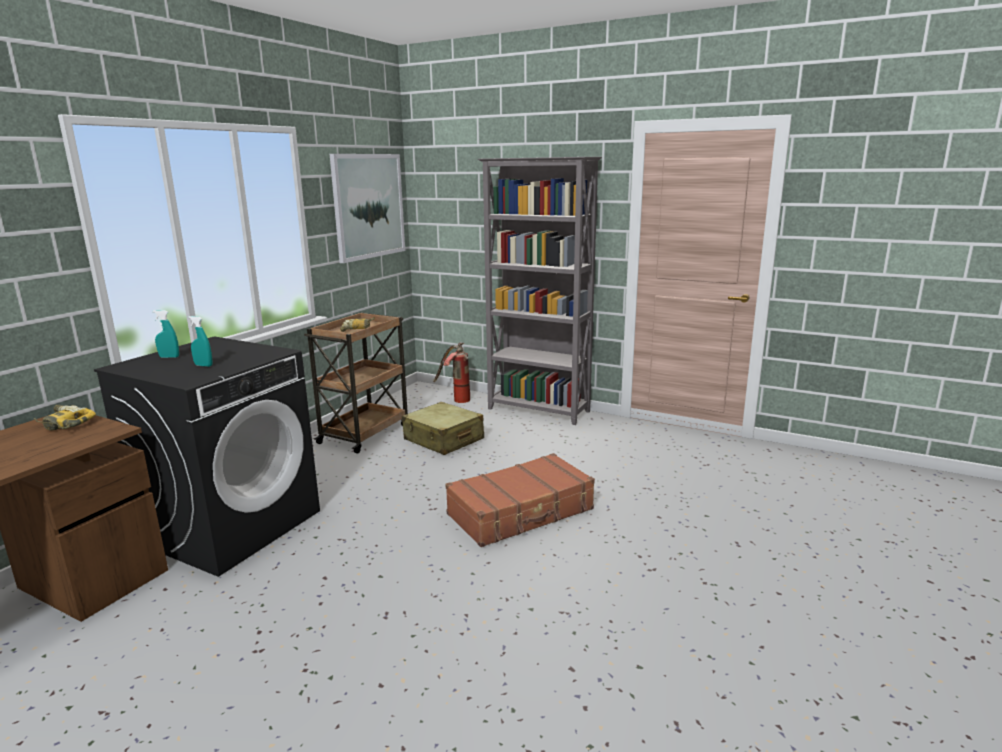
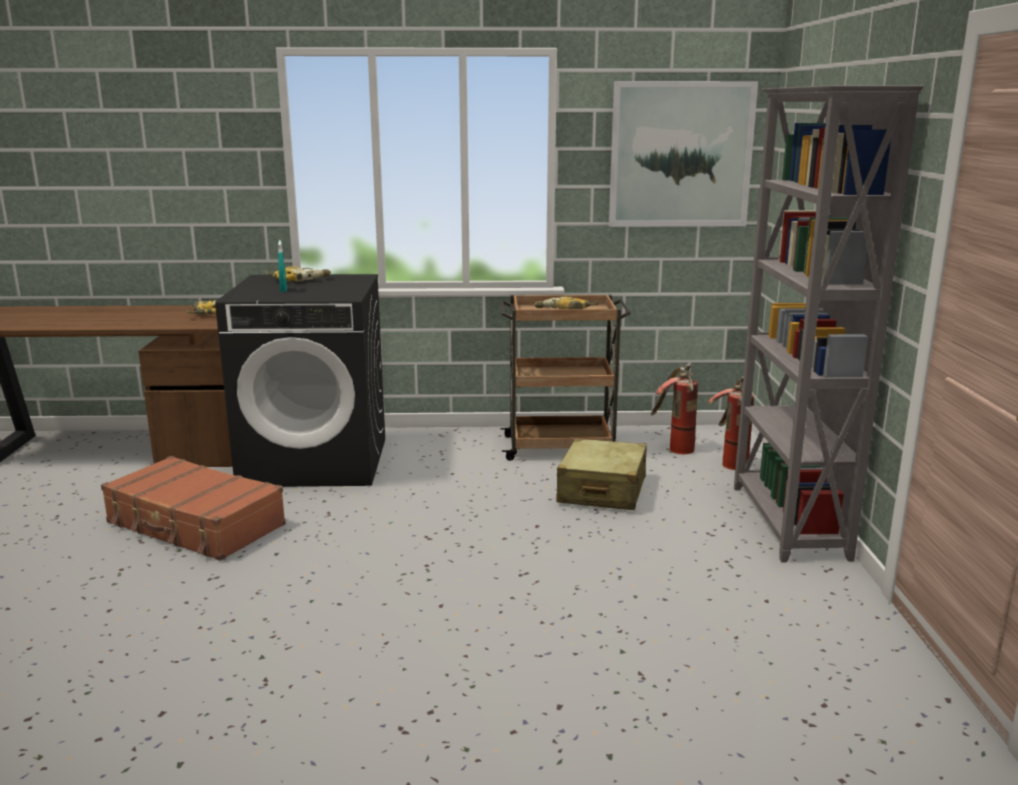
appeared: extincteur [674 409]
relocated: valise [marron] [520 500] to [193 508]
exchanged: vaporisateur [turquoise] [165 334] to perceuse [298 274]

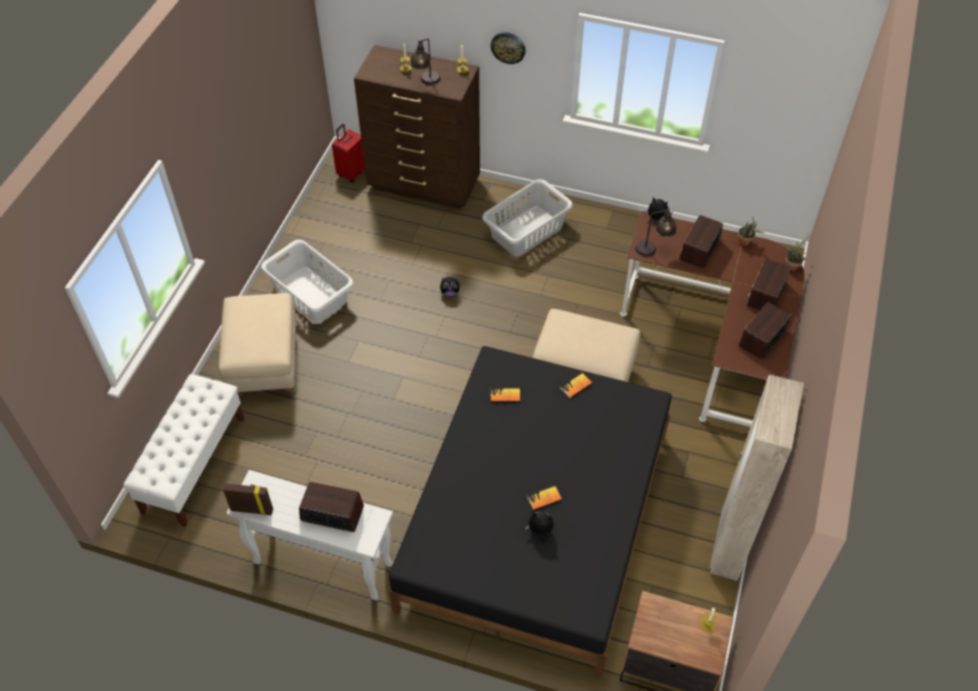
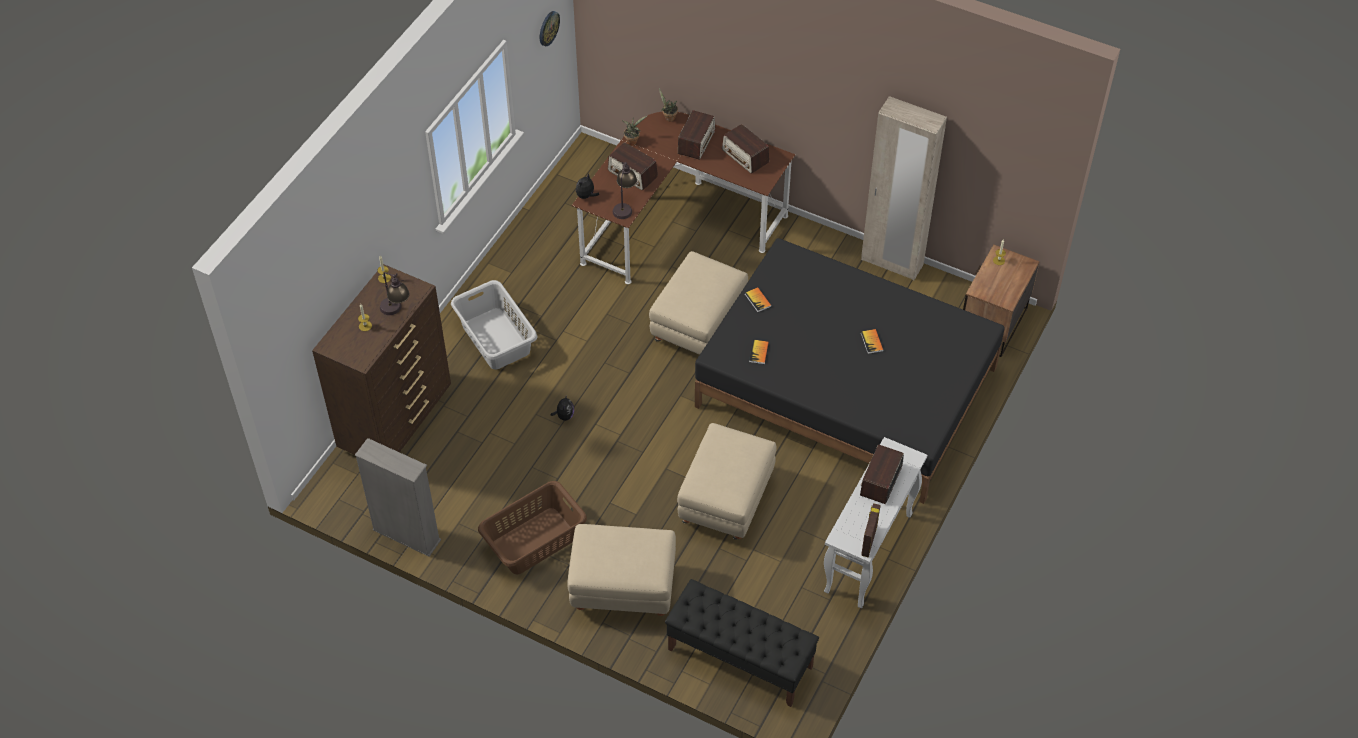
missing: valise [rouge] [348 153]; peluche [539 526]
appeared: bibliothèque [gris] [398 497]; pouf [beige] [727 481]
relocated: horloge murale [508 48] to [550 28]
colour: banc [blanc] [184 450] to banc [noir] [742 643]; panier à linge [blanc] [307 281] to panier à linge [marron] [532 528]
spun: radio [769 284] = [696 135] 105 degrees counterclockwise

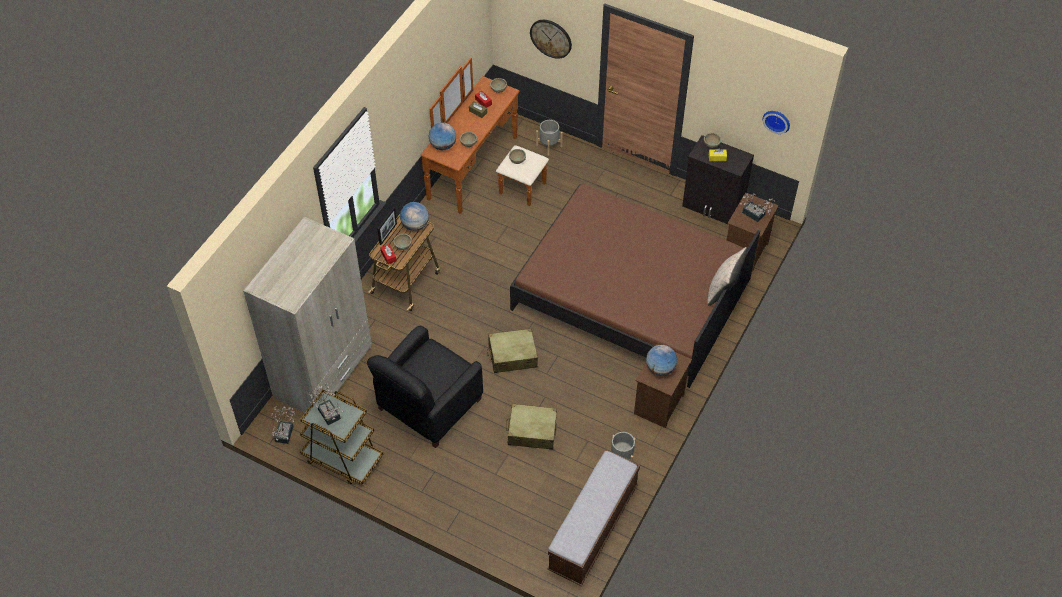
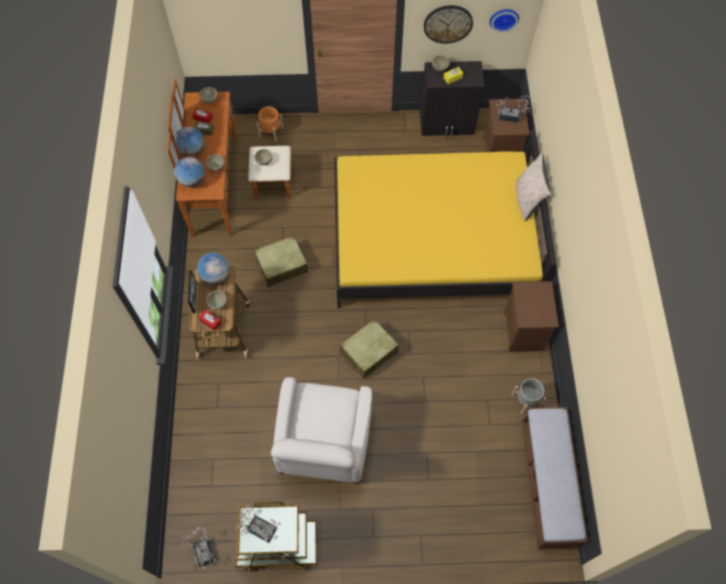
missing: armoire [beige] [307 315]
relocated: valise [beige] [531 427] to [281 261]; horloge murale [551 39] to [448 24]; globe [661 360] to [190 142]
colour: fauteuil [noir] [425 387] to fauteuil [blanc] [321 430]; lit [marron] [635 286] to lit [jaune] [444 219]; cache-pot [gris] [549 138] to cache-pot [orange] [269 124]

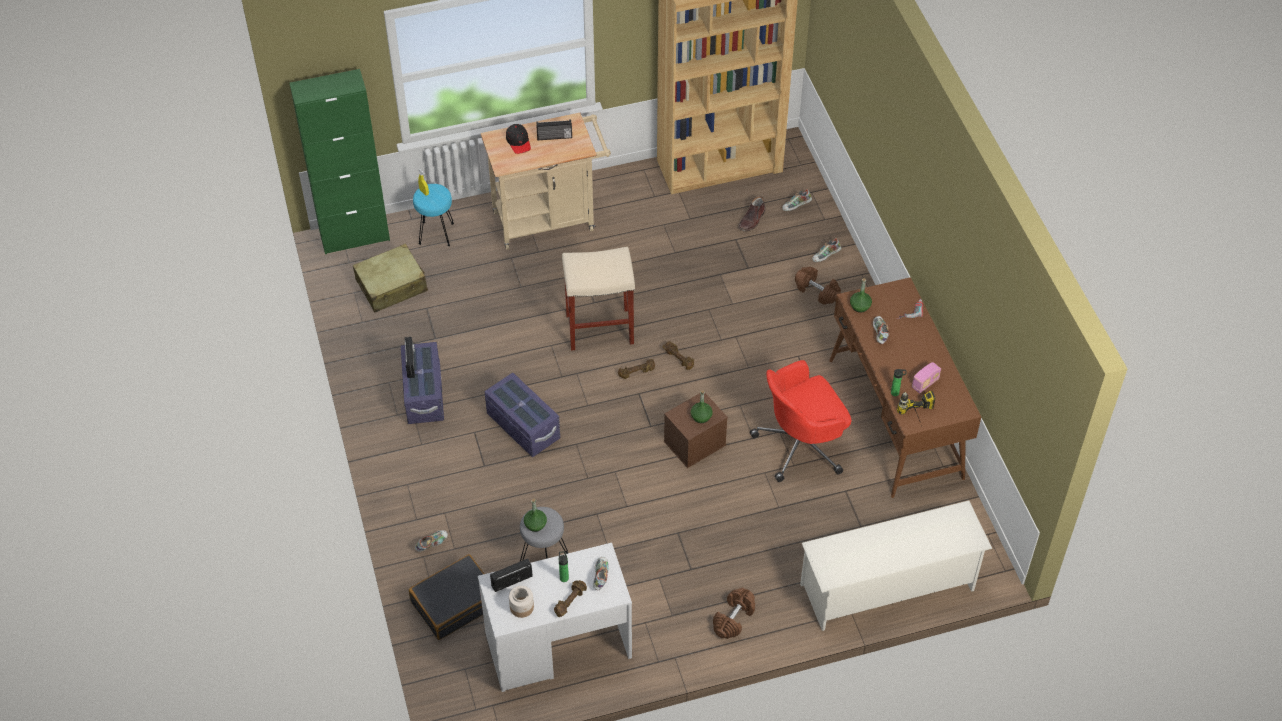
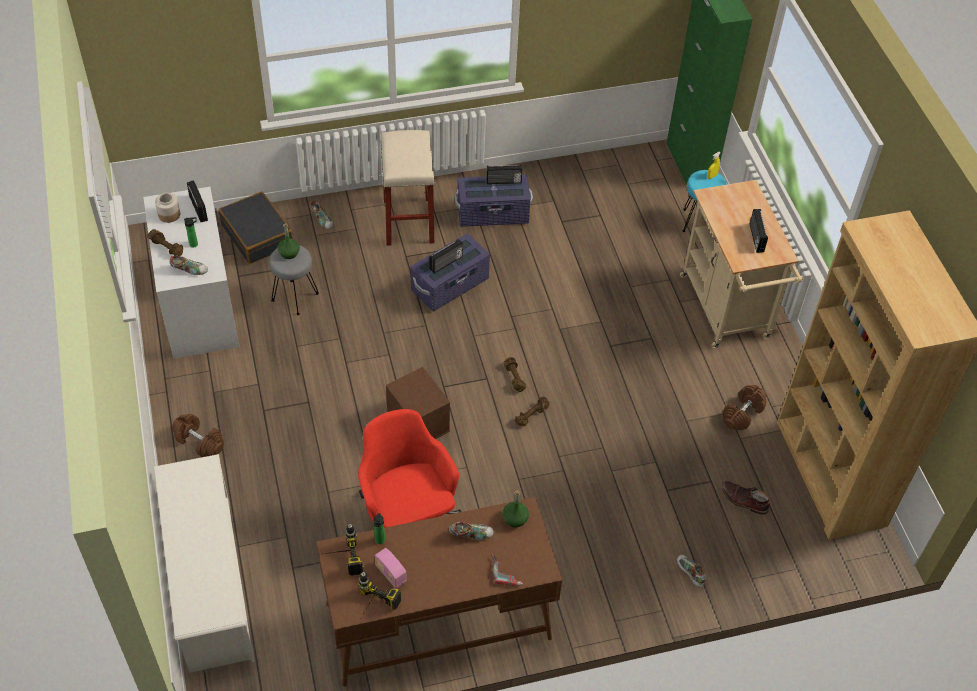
missing: valise [beige] [390 277]; casquette [noir] [518 139]; bouteille [vert] [702 406]; chaussure [797 200]
appeared: perceuse [379 596]; radio [446 256]
relocated: tabouret [beige] [598 299] to [408 188]; haltère [marron] [818 286] to [744 407]

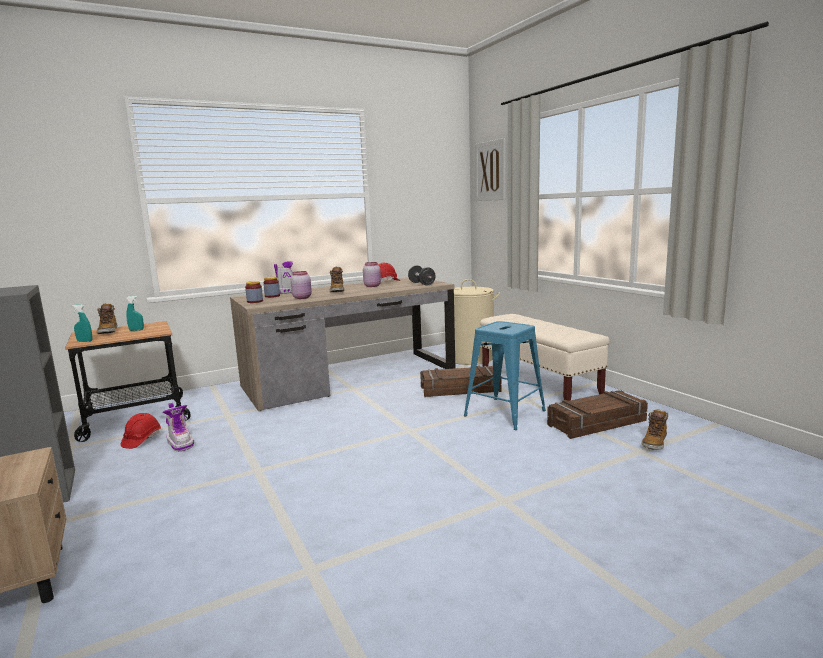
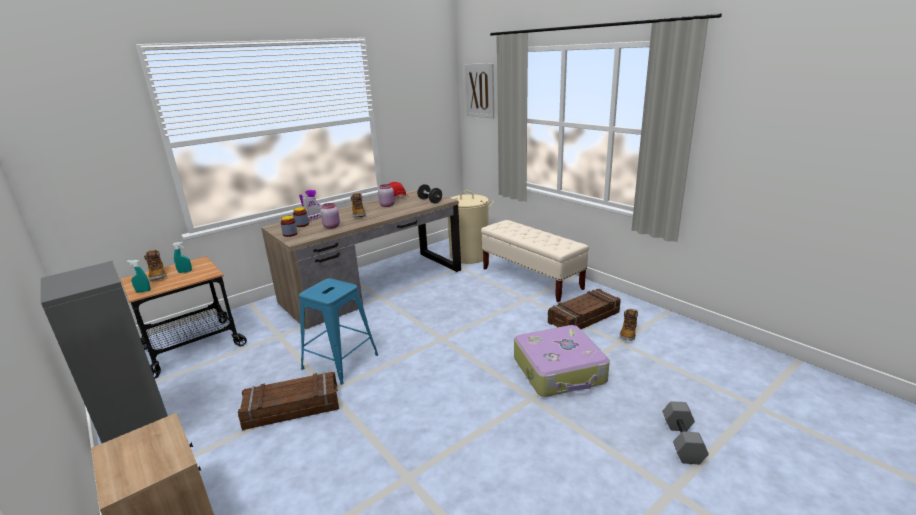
missing: casque de chantier [rouge] [140 431]; botte [178 427]
appeared: valise [562 361]; haltère [gris] [685 432]
relocated: caisse [461 381] to [288 401]; tabouret [bleu] [505 375] to [338 331]

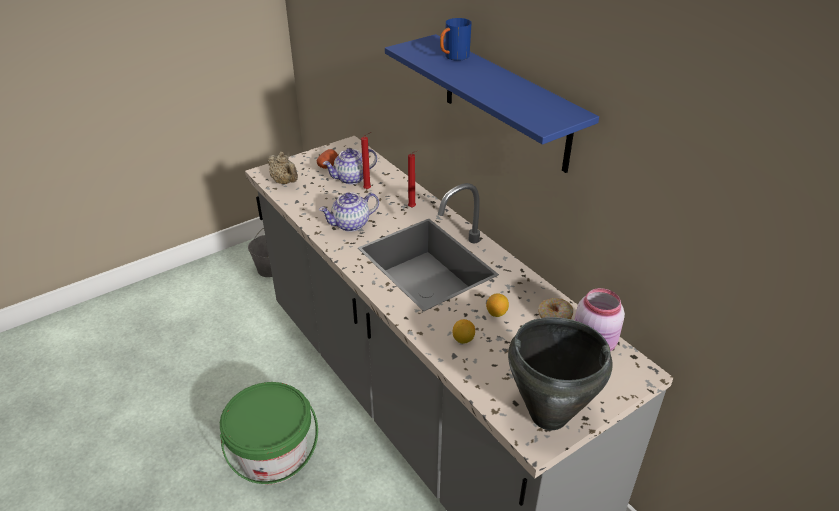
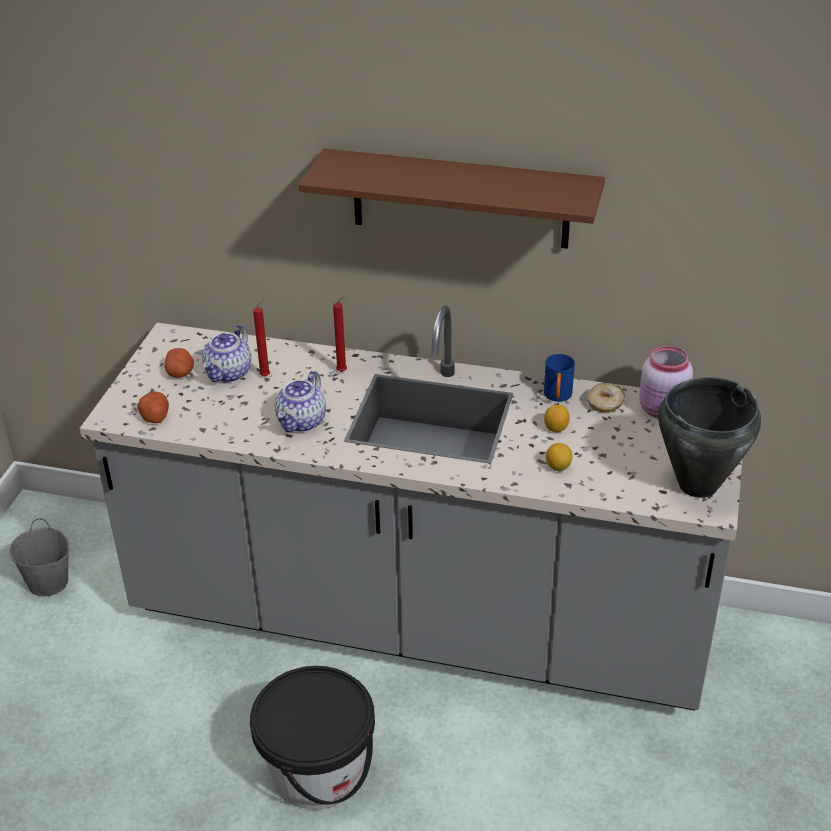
relocated: mug [bleu] [456 39] to [559 378]
exchanged: théière [beige] [282 168] to pomme de terre [153 407]
colour: seau [vert] [269 433] to seau [noir] [312 738]; étagère [bleu] [492 103] to étagère [marron] [452 199]

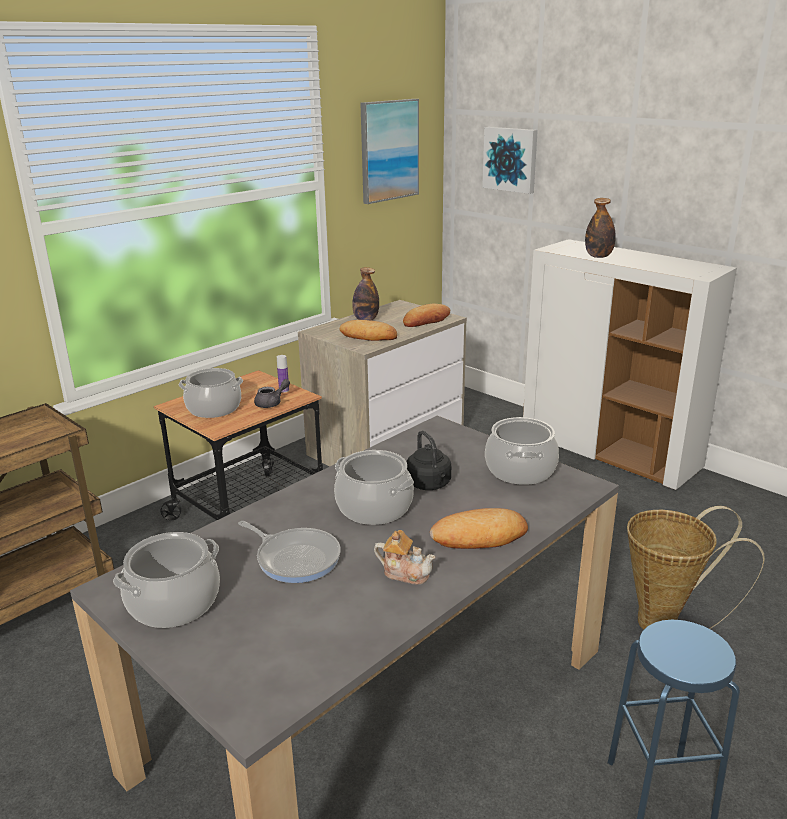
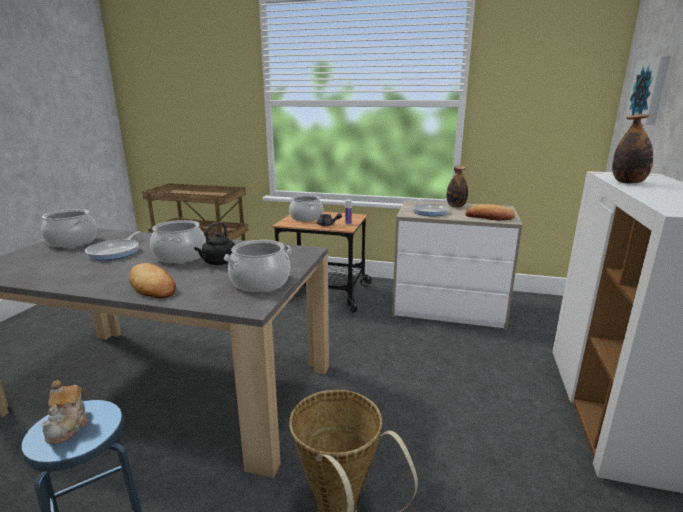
missing: tableau [389 151]
relocated: théière [404 557] to [64 412]
exchanged: pain [368 330] to poêle [430 207]

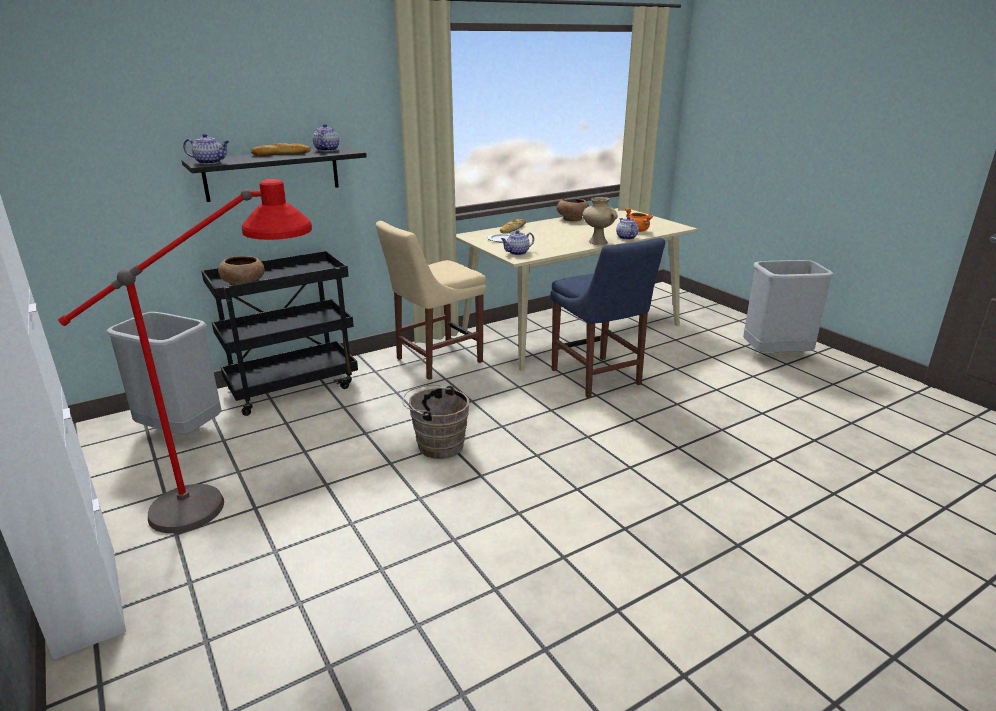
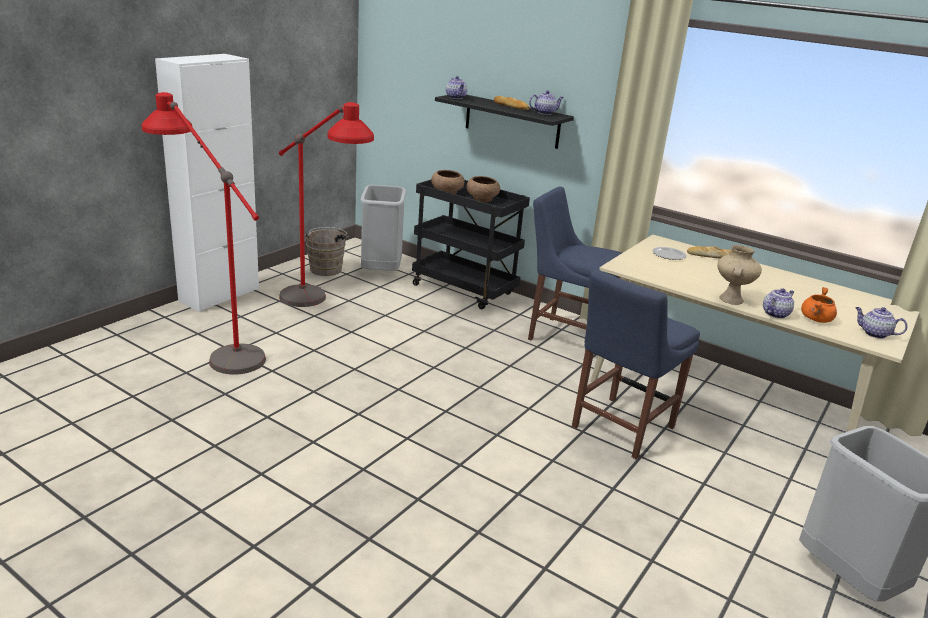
appeared: lampadaire [rouge] [204 233]
relocated: seau [marron] [435 422] to [326 251]; théière [517 242] to [881 323]; bol [marron] [573 209] to [483 189]
colour: chaise [beige] [431 300] to chaise [bleu] [575 263]

